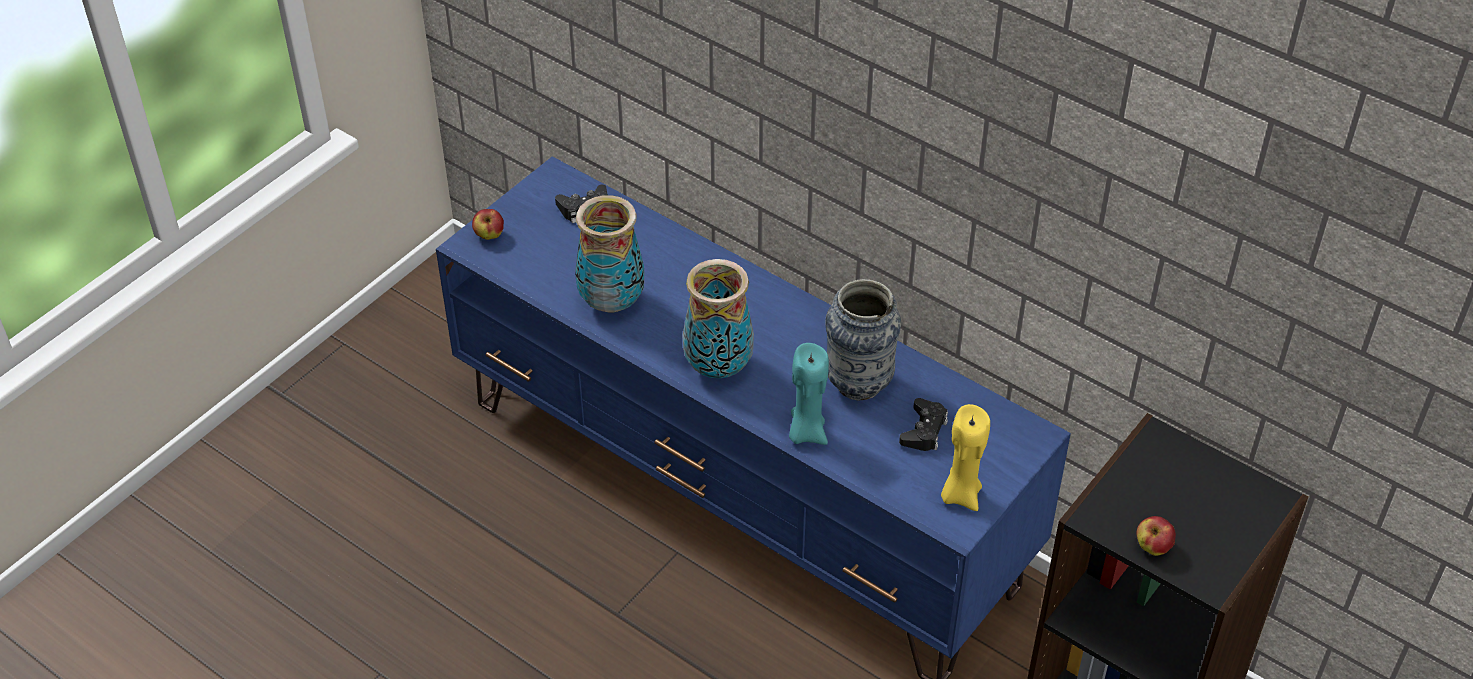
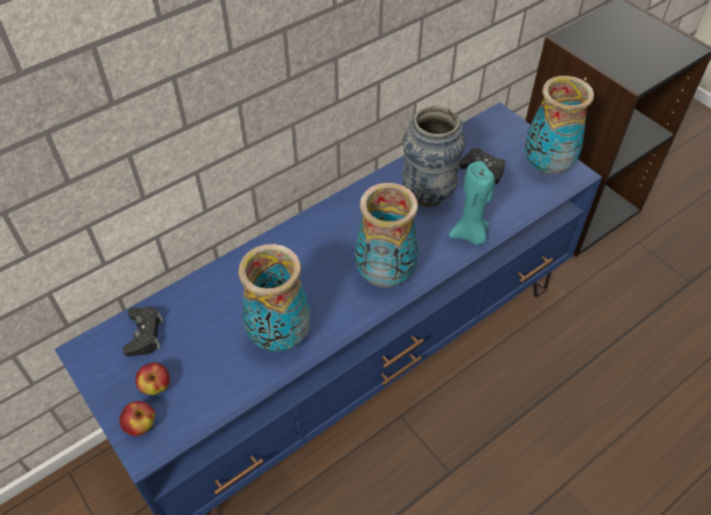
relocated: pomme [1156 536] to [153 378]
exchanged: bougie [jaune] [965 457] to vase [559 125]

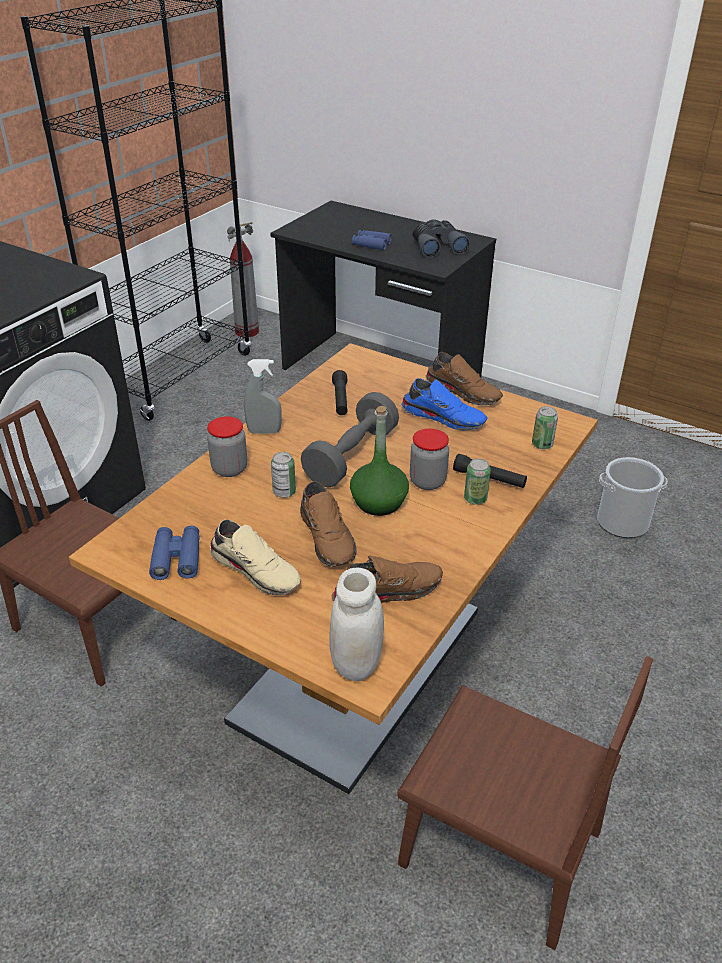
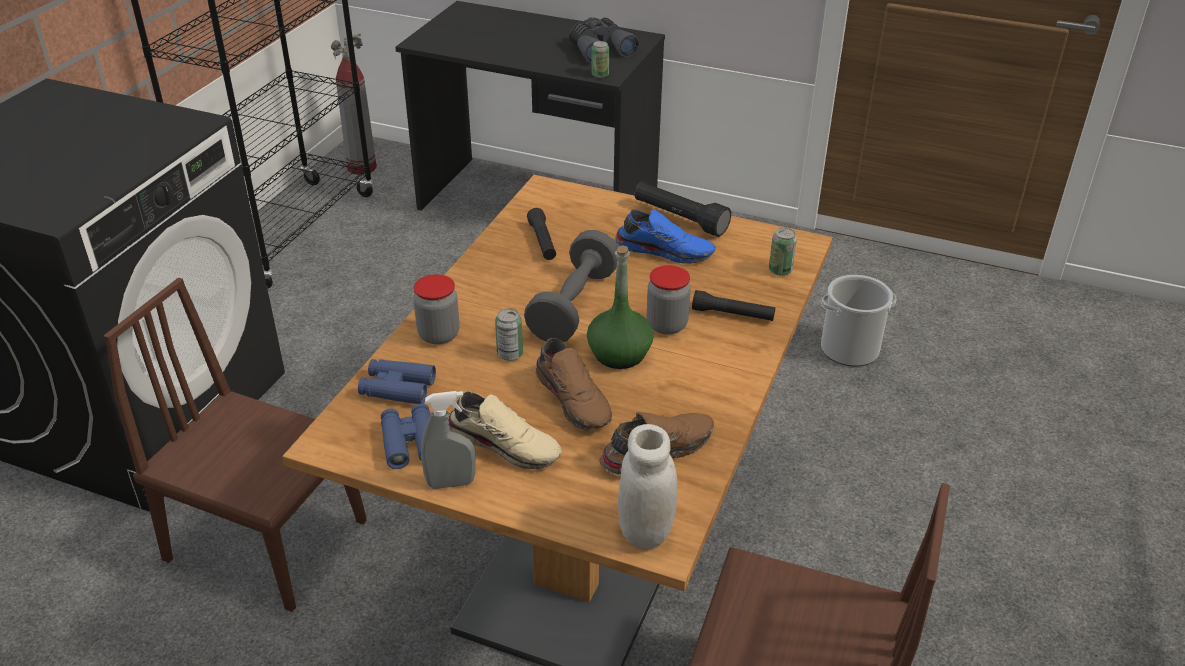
relocated: vaporisateur [gris] [263 396] to [448 440]; jumelles [bleu] [372 240] to [397 381]; boîte métallique [477 481] to [600 59]
exchanged: chaussure [marron] [464 378] to lampe de poche [noir] [682 209]

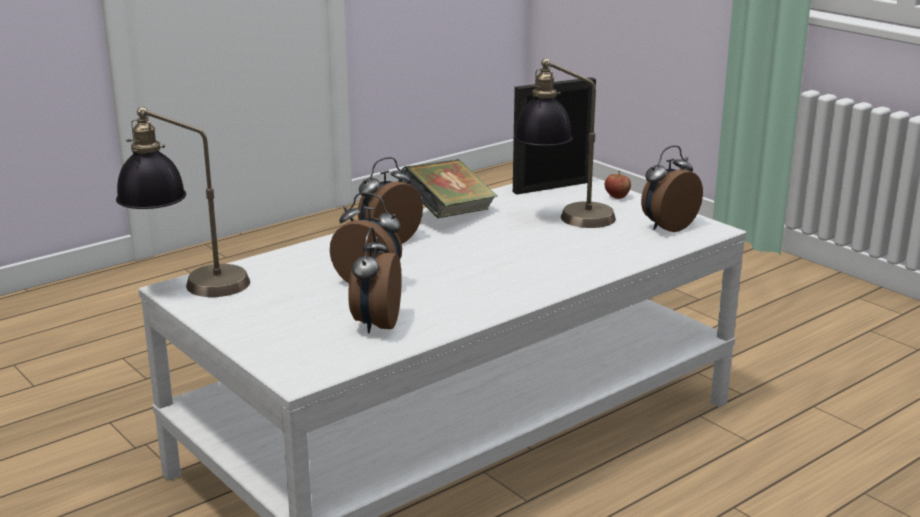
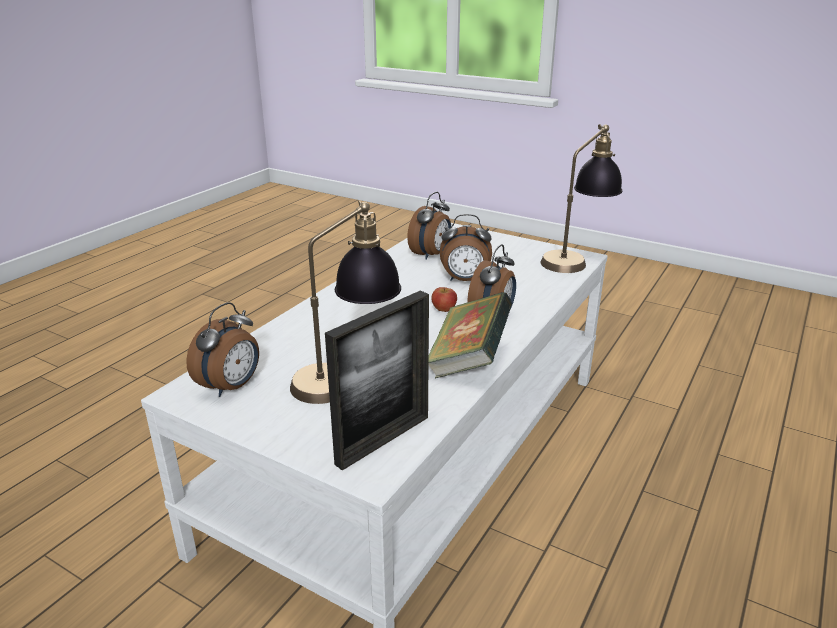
relocated: pomme [618 185] to [444 299]
spun: réveil [375 280] = [429 226] 45 degrees clockwise

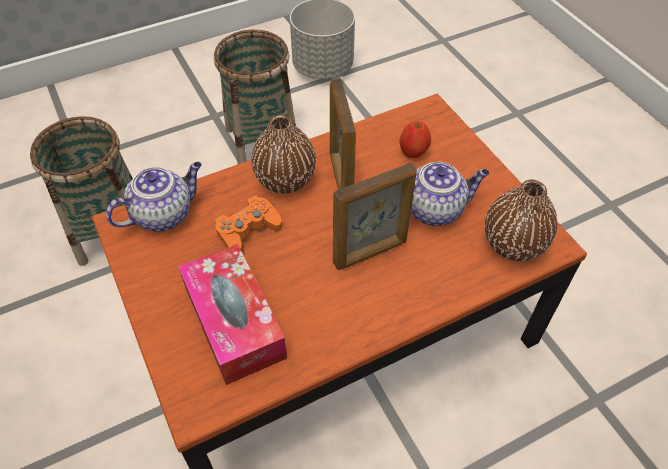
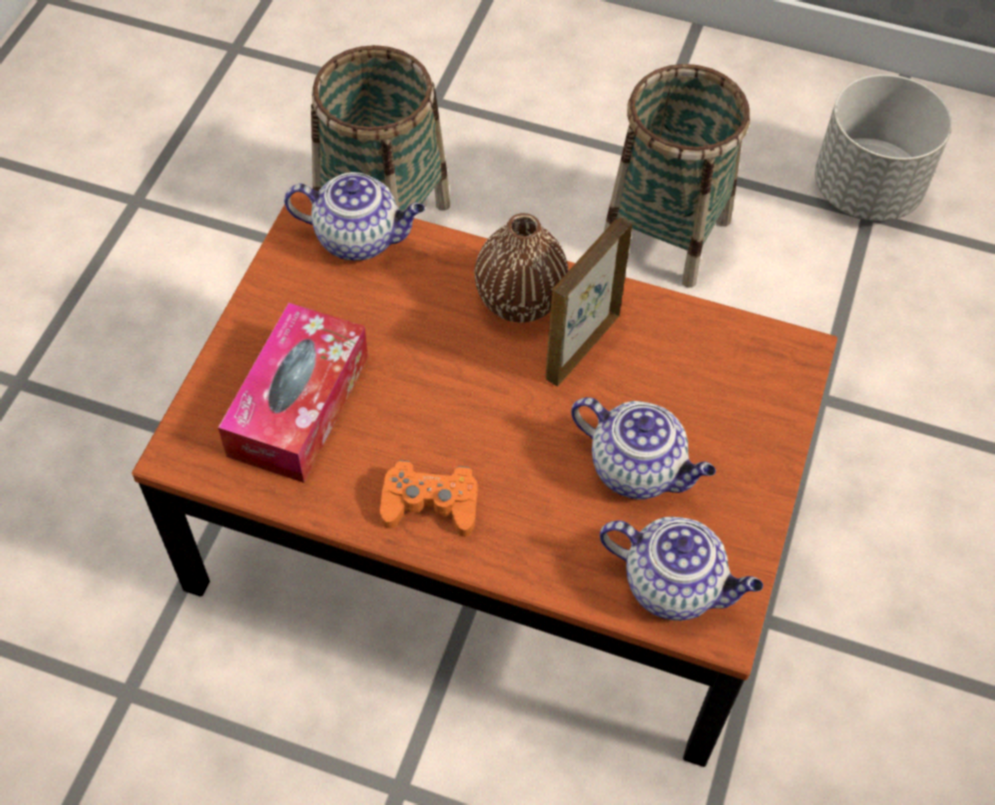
missing: cadre photo [375 216]; pomme [415 139]
relocated: manette [orange] [248 223] to [429 498]
exchanged: vase [marron] [521 220] to théière [681 569]

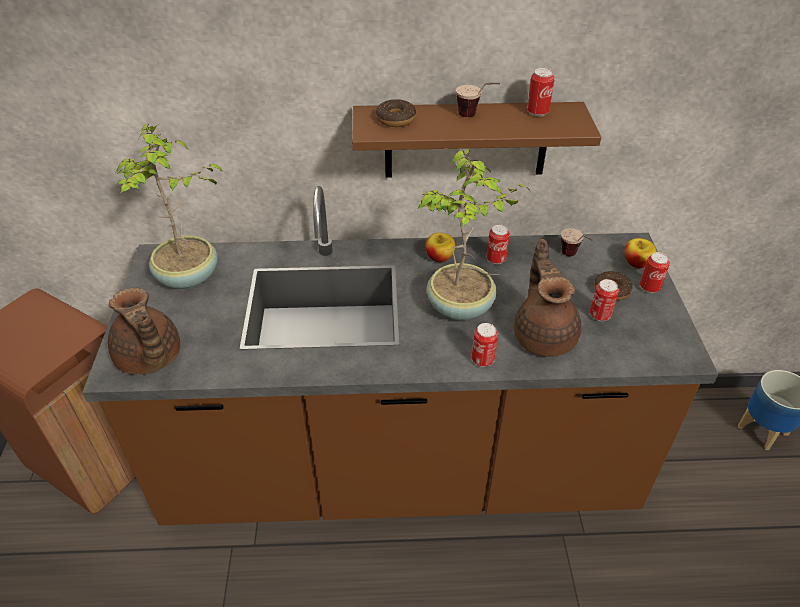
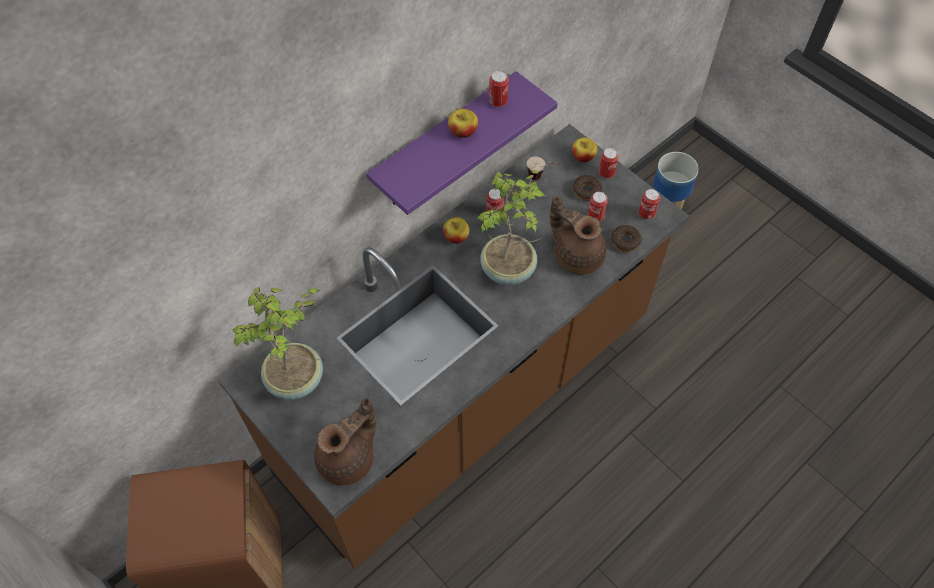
relocated: beignet [396 113] to [626 238]; boîte métallique [485 345] to [649 204]
exchanged: tasse [478 100] to pomme [463 123]
colour: étagère [marron] [476 140] to étagère [violet] [462 143]
spun: théière [marron] [144 331] = [345 441] 60 degrees counterclockwise

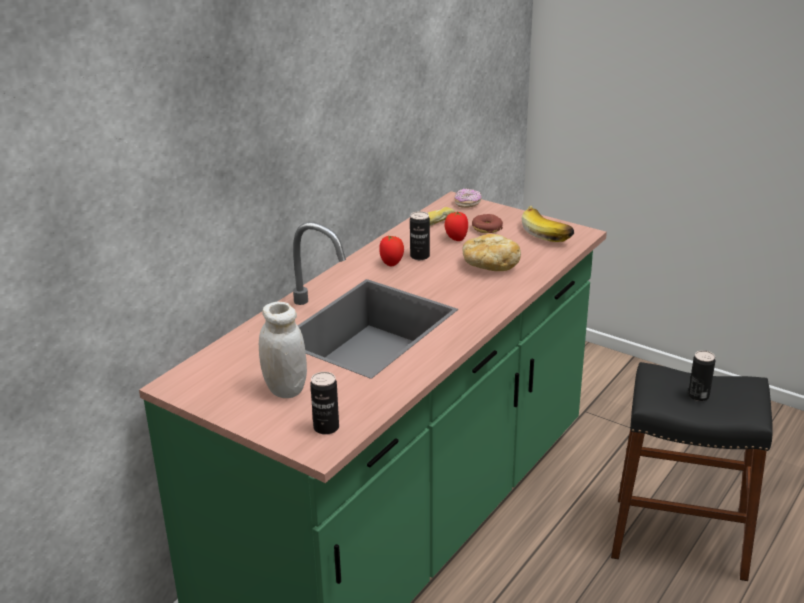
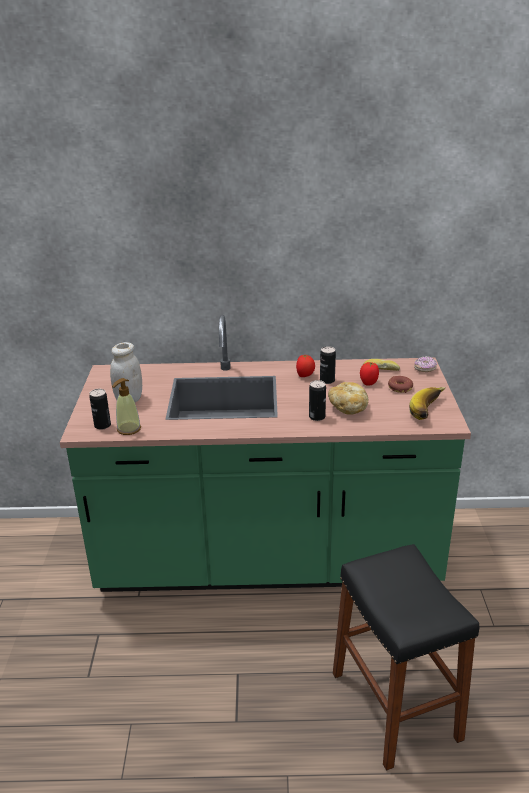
appeared: distributeur de savon [126 406]
relocated: boîte métallique [701 375] to [317 400]

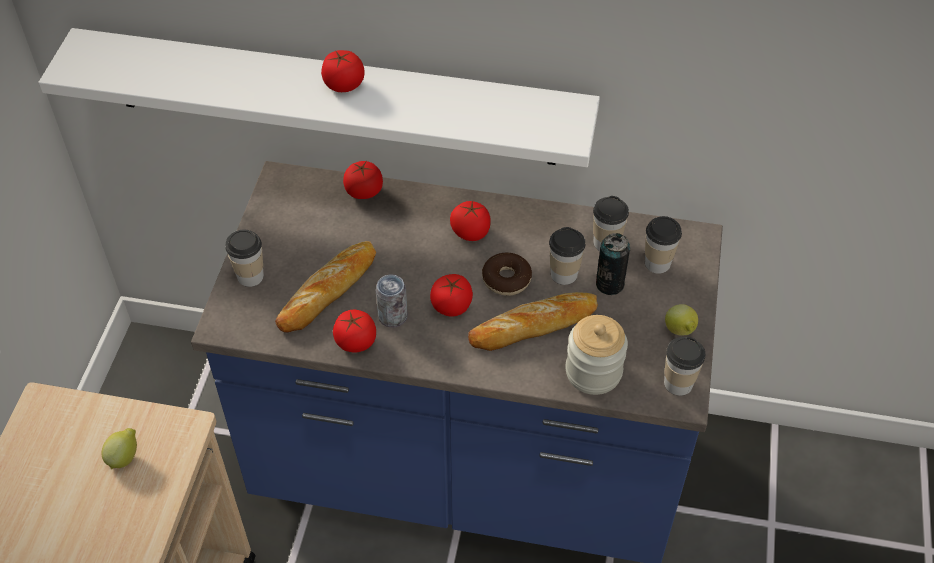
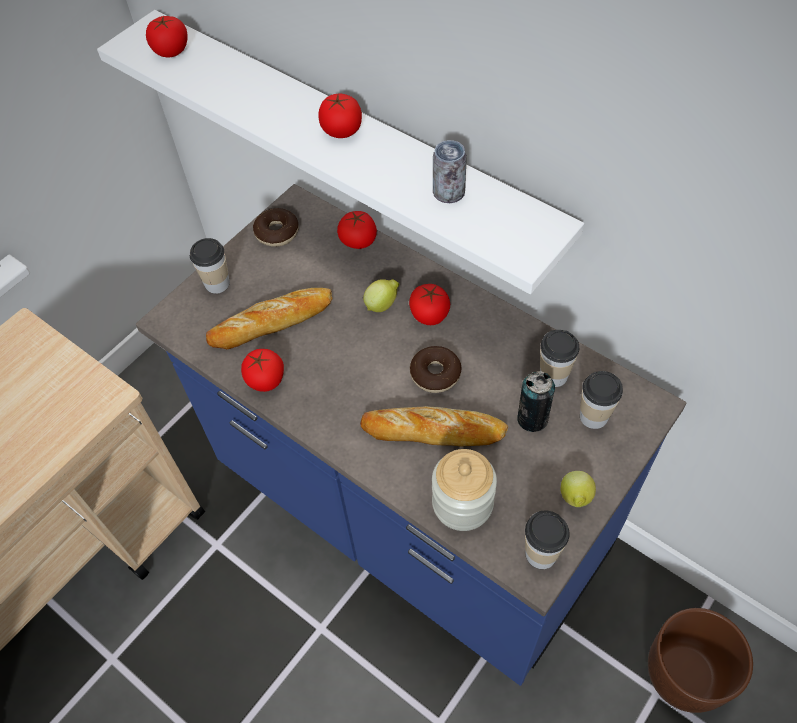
missing: tasse [567 256]
appeared: beignet [276 227]; cache-pot [marron] [700 660]
relocated: citron [119 448] to [381 295]; boîte métallique [392 300] to [450 171]; tomate [451 295] to [167 36]

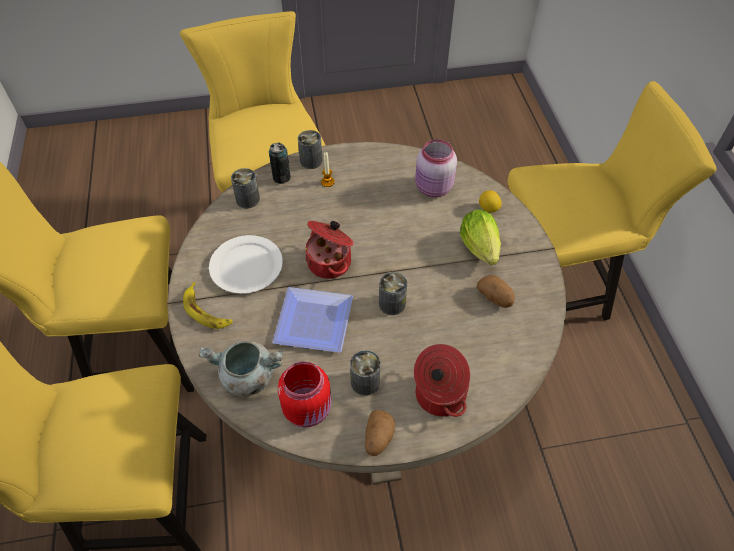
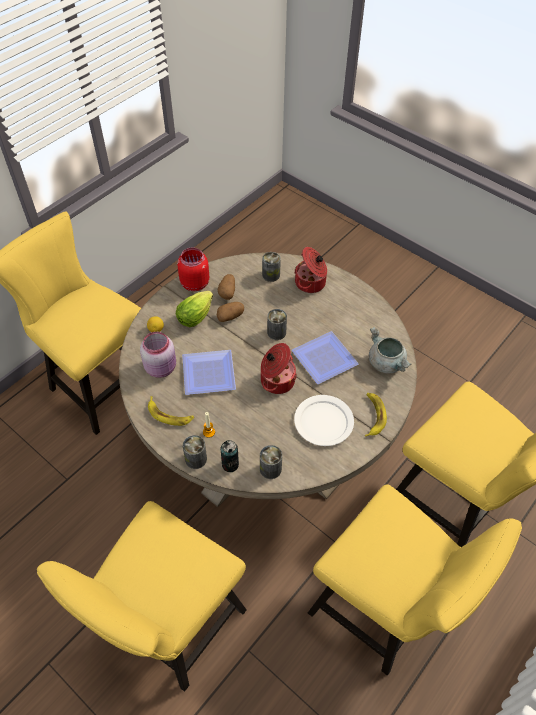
appeared: banane [171 411]; assiette [209 372]
relocated: bocal [rouge] [304 394] to [193 269]; boîte métallique [365 373] to [271 267]; pomme de terre [380 433] to [230 312]

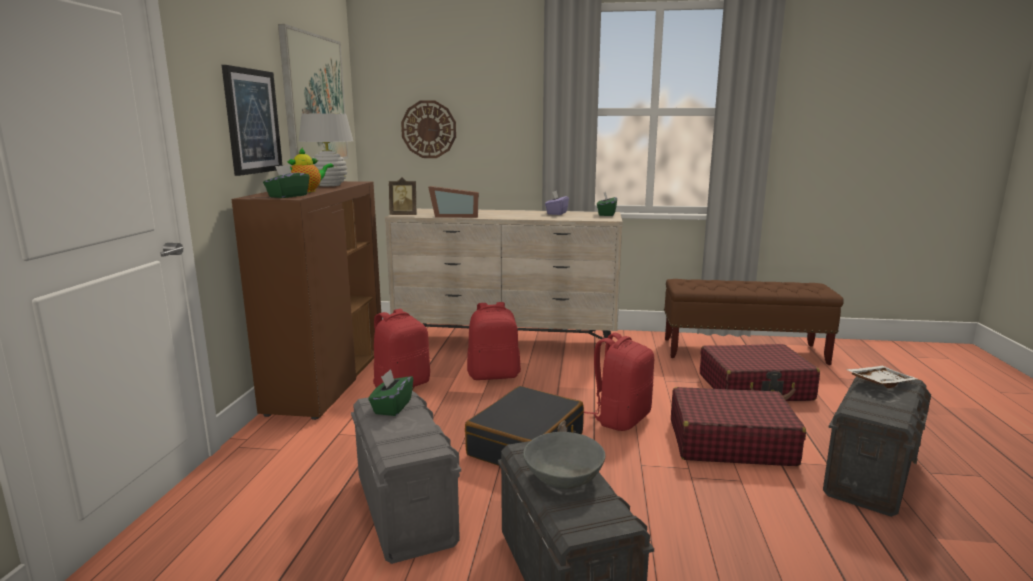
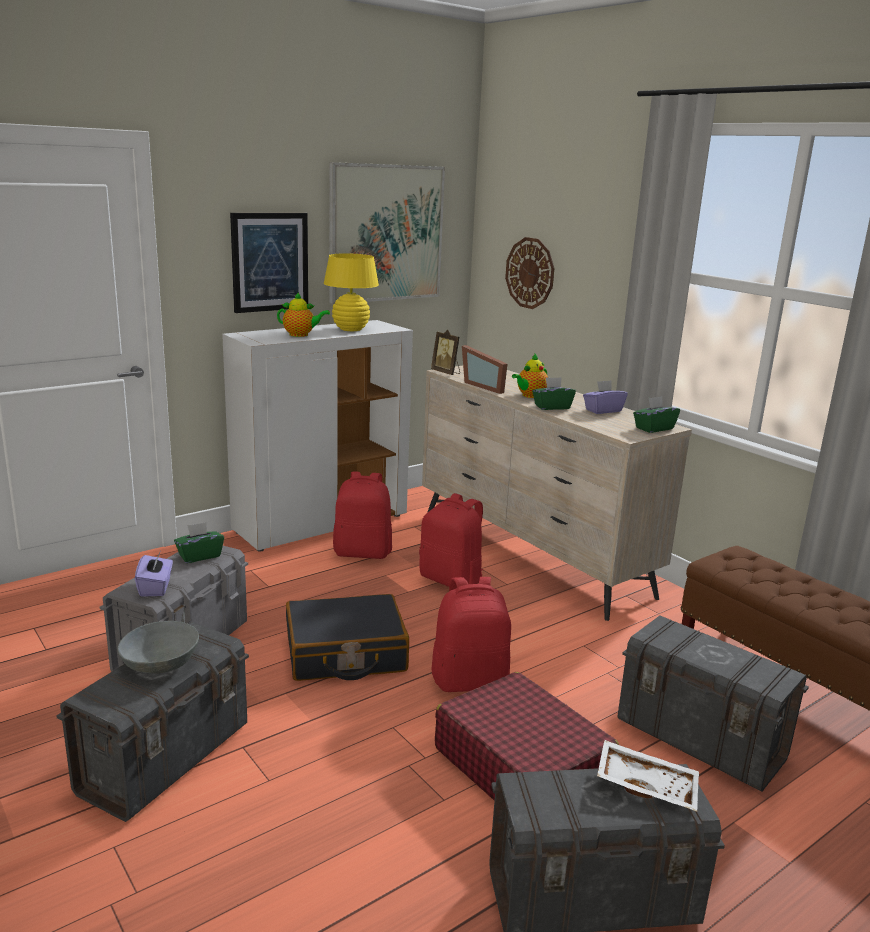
appeared: boîte à mouchoirs [violet] [154 574]; théière [530 375]
relocated: boîte à mouchoirs [vert] [286 181] to [554 393]
exchanged: valise [rouge] [760 372] to boîte de rangement [gris] [713 704]
colour: meuble de rangement [marron] [306 300] to meuble de rangement [blanc] [317 436]; lampe de table [blanc] [325 149] to lampe de table [jaune] [351 292]

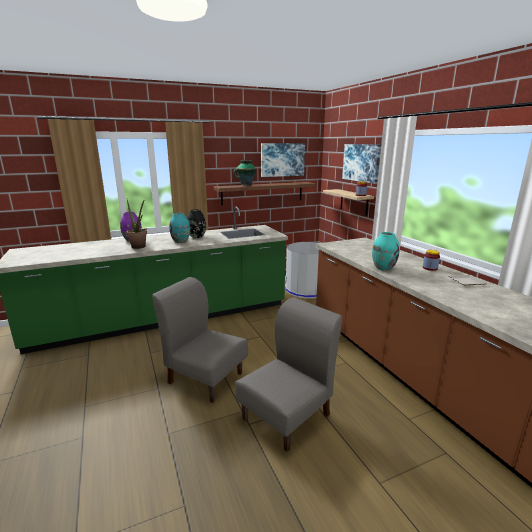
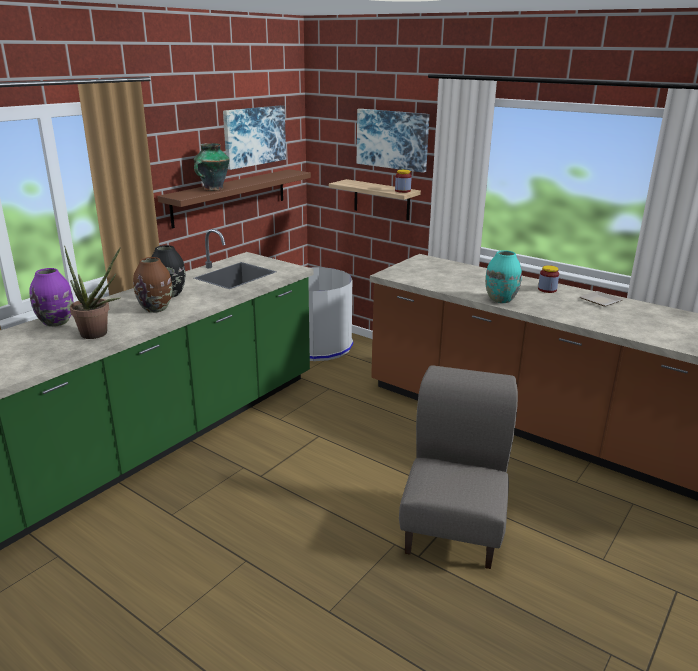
missing: chaise [gris] [200 340]
colour: vase [turquoise] [179 228] to vase [marron] [152 285]

